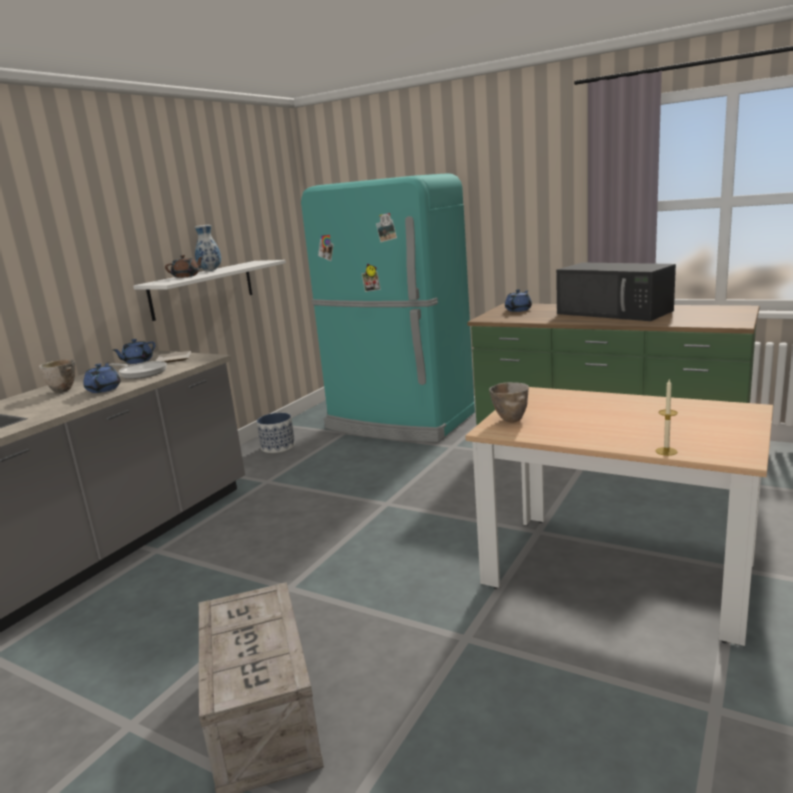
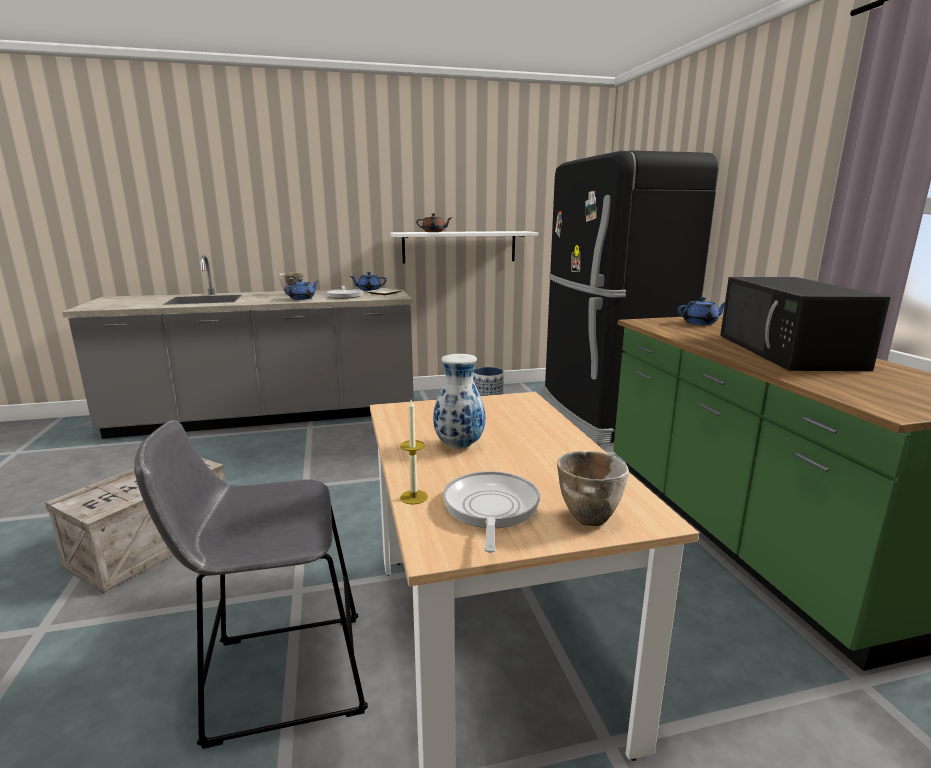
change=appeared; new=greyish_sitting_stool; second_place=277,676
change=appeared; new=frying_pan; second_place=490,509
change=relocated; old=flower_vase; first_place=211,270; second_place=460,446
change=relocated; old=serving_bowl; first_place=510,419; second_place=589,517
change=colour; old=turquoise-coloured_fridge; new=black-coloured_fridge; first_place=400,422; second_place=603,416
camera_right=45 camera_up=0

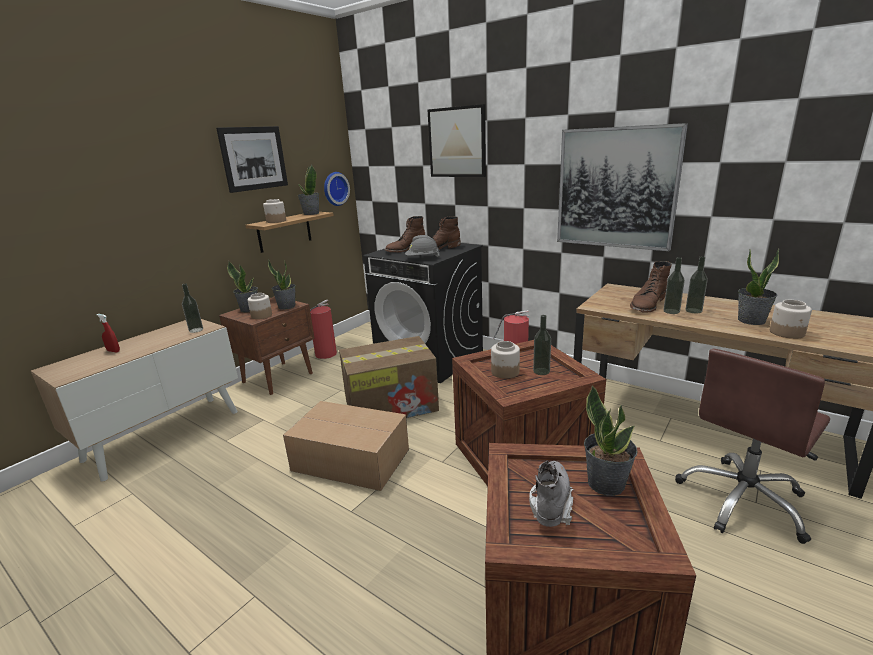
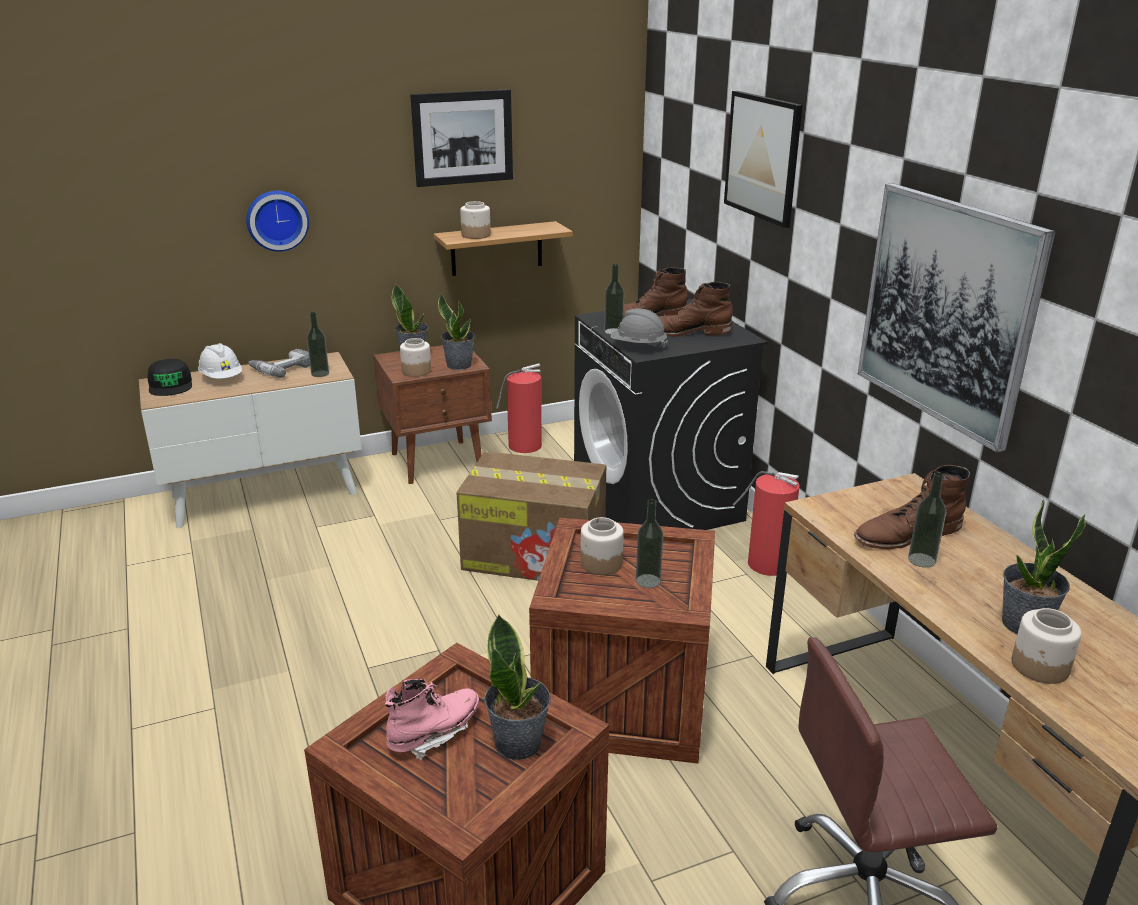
change=missing; old=cardboard_box; first_place=349,459
change=missing; old=plant_in_a_pot; first_place=311,213
change=appeared; new=black-coloured_cap; second_place=171,385
change=appeared; new=power_drill; second_place=281,368
change=relocated; old=wall_clock; first_place=334,189; second_place=277,220
change=relocated; old=drink_bottle; first_place=693,310; second_place=613,331
change=exchanged; old=red-coloured_spray_bottle; new=whitish_work_helmet; first_place=113,351; second_place=222,378
change=colour; old=greyish_tall_boot; new=pinkish_tall_boot; first_place=551,504; second_place=434,734
camera_right=30 camera_up=5

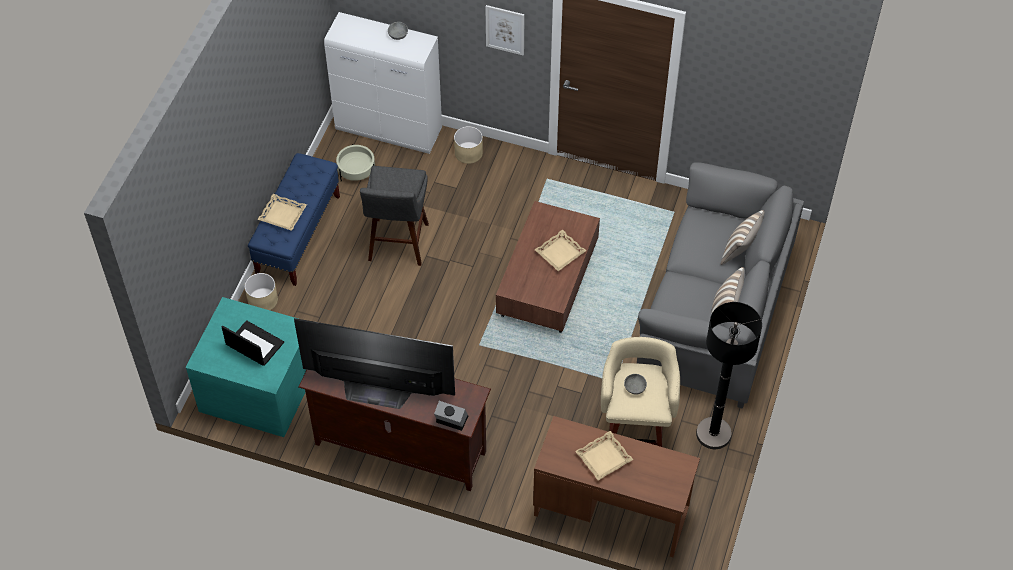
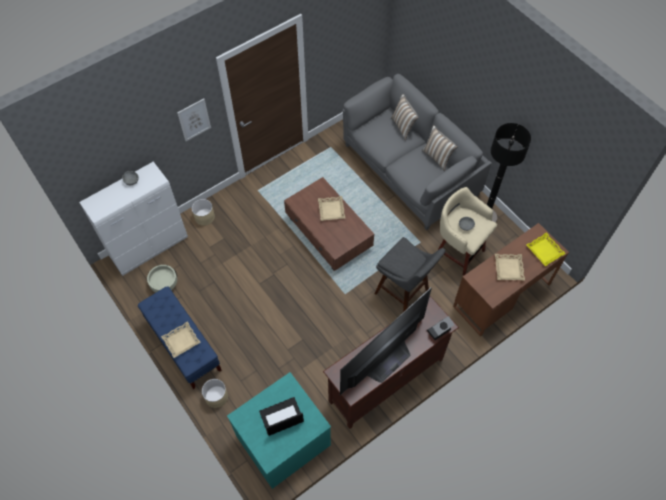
change=appeared; new=yellow-coloured_tray; second_place=544,251
change=relocated; old=greyish_sitting_stool; first_place=398,245; second_place=404,293
camera_right=-55 camera_up=5

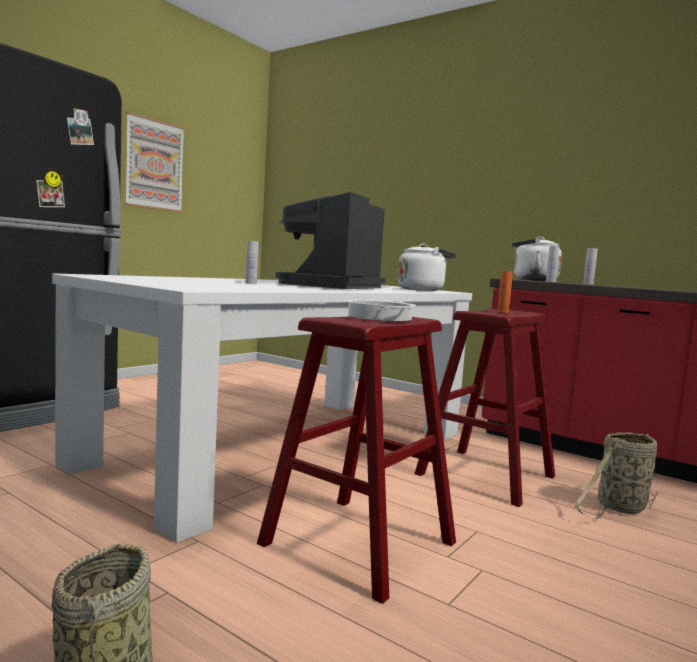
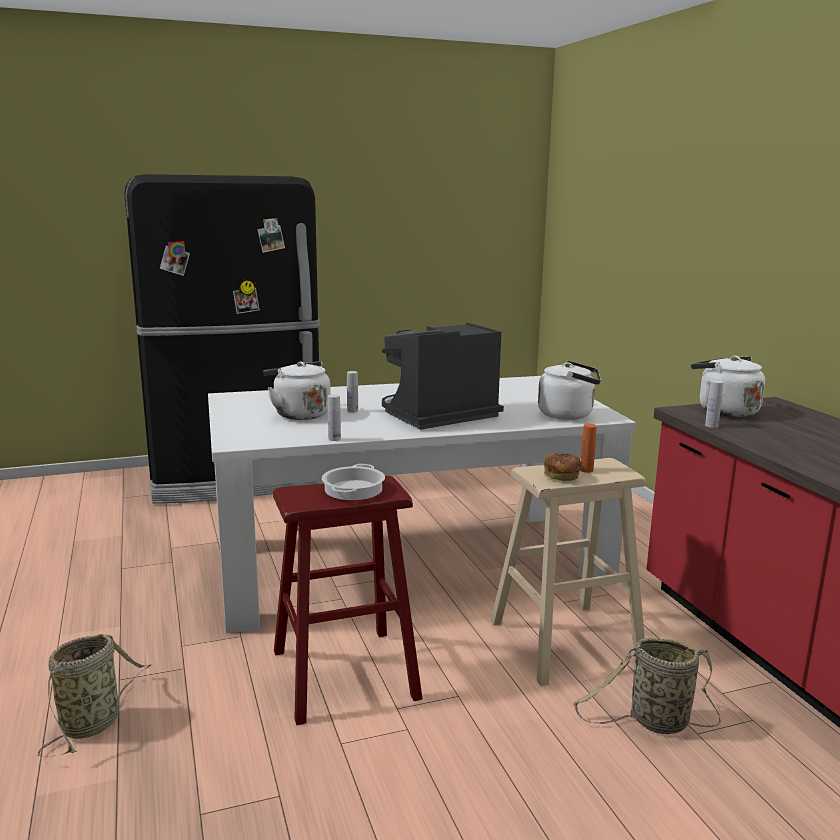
change=missing; old=wall_picture; first_place=154,165
change=appeared; new=whitish_water_kettle; second_place=299,414
change=appeared; new=baked_bread; second_place=562,476
change=relocated; old=whitish_drink_bottle; first_place=588,284; second_place=334,439
change=colour; old=red-coloured_sitting_stool; new=beige_sitting_stool; first_place=485,475; second_place=564,642
camera_right=35 camera_up=10

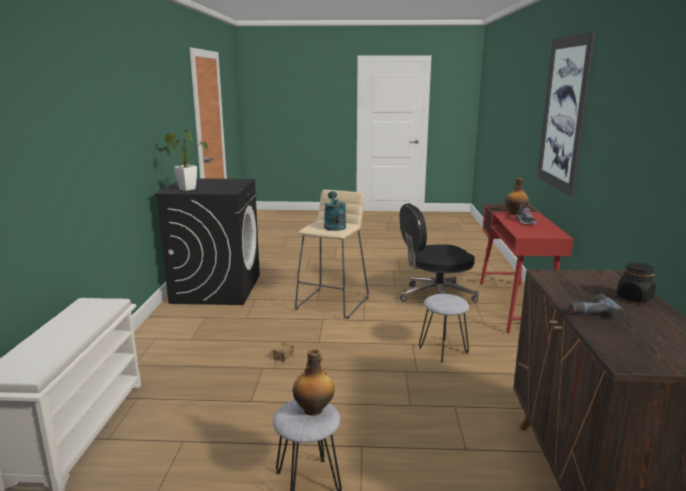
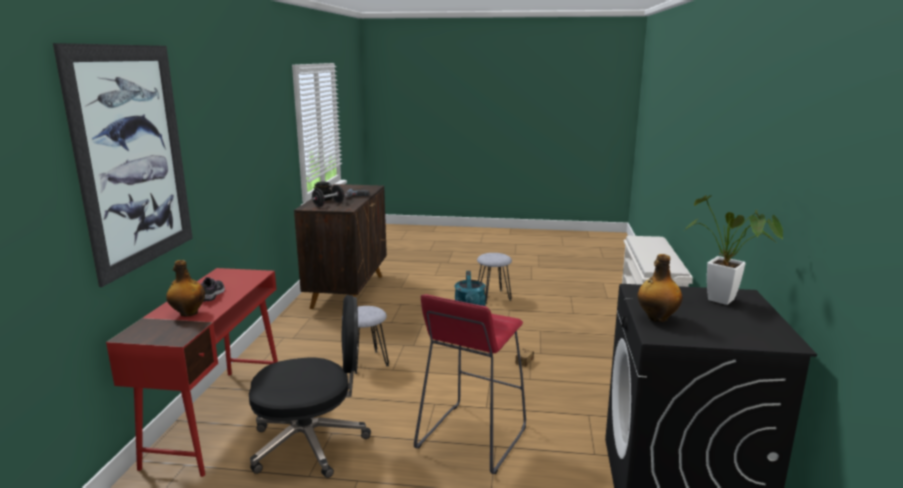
change=appeared; new=black-coloured_hand_weight; second_place=328,204
change=relocated; old=drink_bottle; first_place=314,410; second_place=656,318
change=colour; old=beige_sitting_stool; new=red-coloured_sitting_stool; first_place=333,303; second_place=471,438
camera_right=-175 camera_up=0

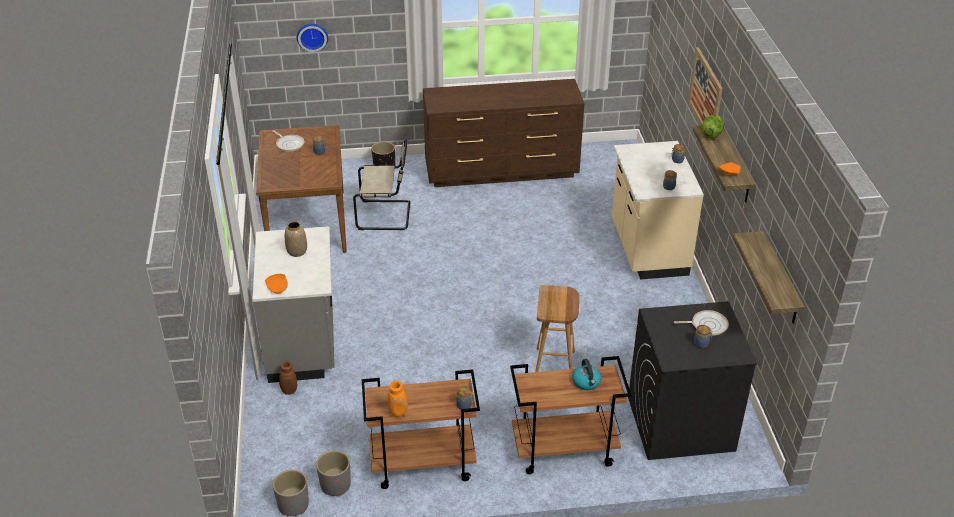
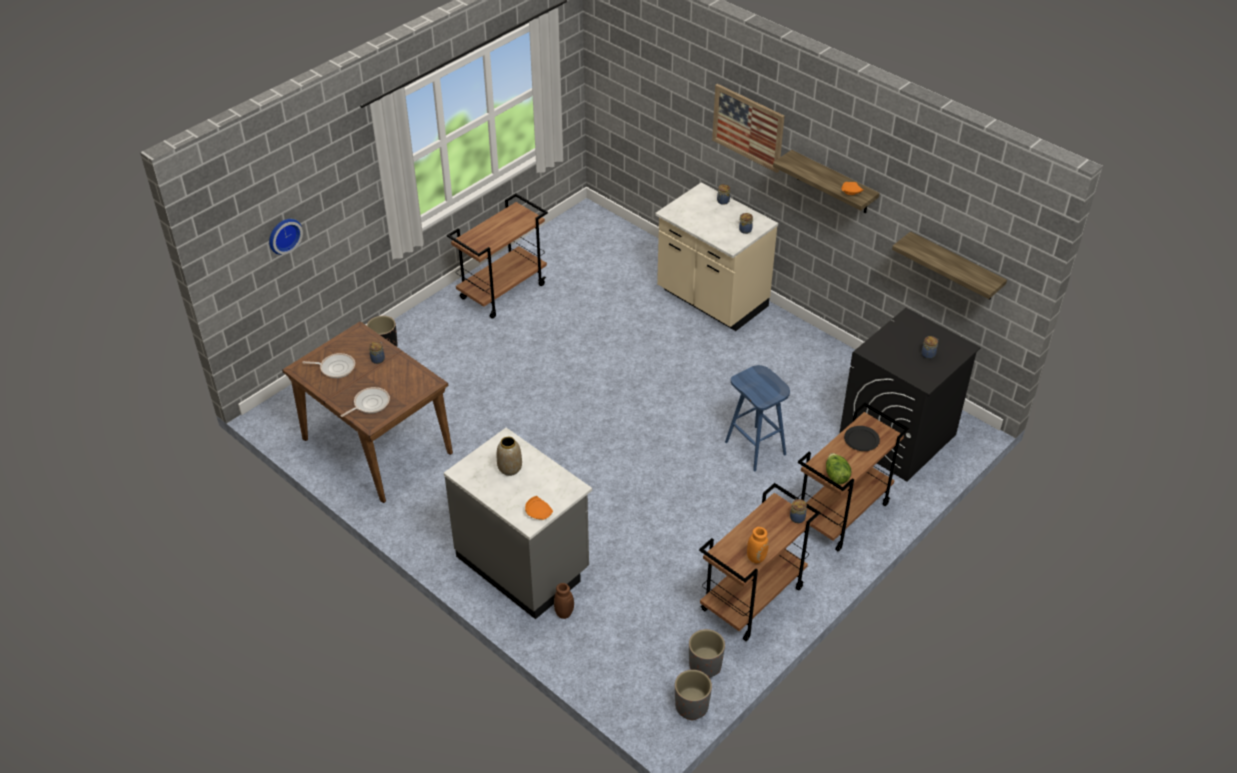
change=missing; old=beige_chair; first_place=386,215
change=relocated; old=frying_pan; first_place=707,325; second_place=369,404
change=relocated; old=head_of_lettuce; first_place=711,134; second_place=836,476
change=exchanged; old=brownish_drawer_chest; new=brownish_wheeled_cart; first_place=502,171; second_place=503,291
change=exchanged; old=water_kettle; new=black-coloured_flat_dish; first_place=586,382; second_place=861,439
change=colour; old=brownish_sitting_stool; new=bluish_sitting_stool; first_place=555,366; second_place=756,448
camera_right=-40 camera_up=5

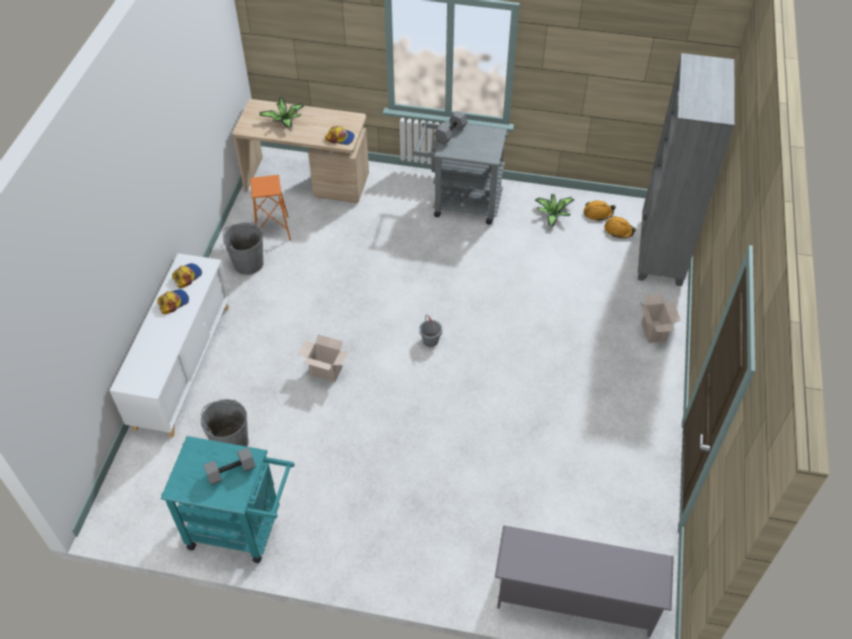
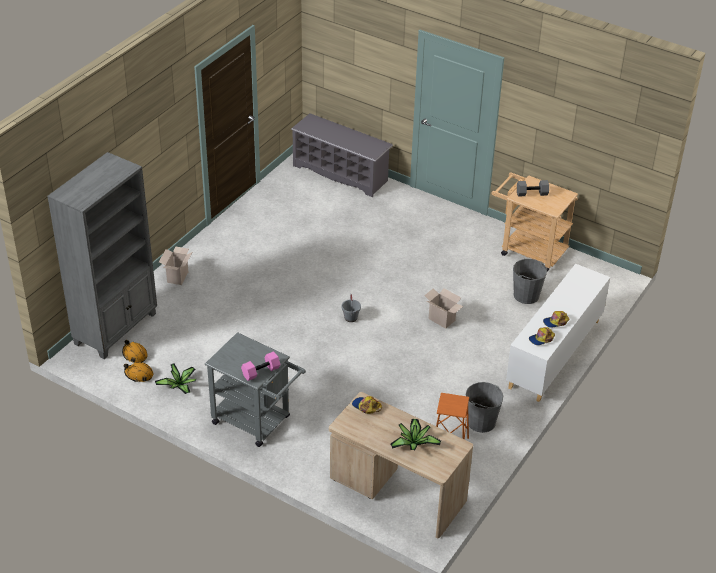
change=colour; old=turquoise-coloured_wheeled_cart; new=beige_wheeled_cart; first_place=242,528; second_place=528,250
change=colour; old=greyish_hand_weight; new=pinkish_hand_weight; first_place=451,134; second_place=261,371
camera_right=-160 camera_up=-10

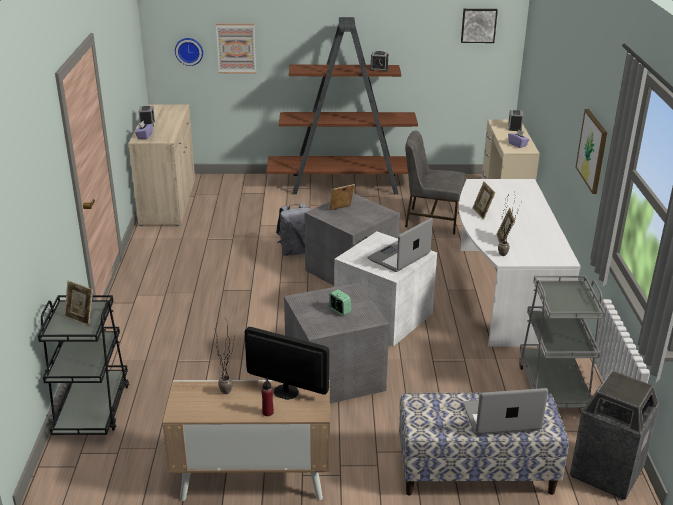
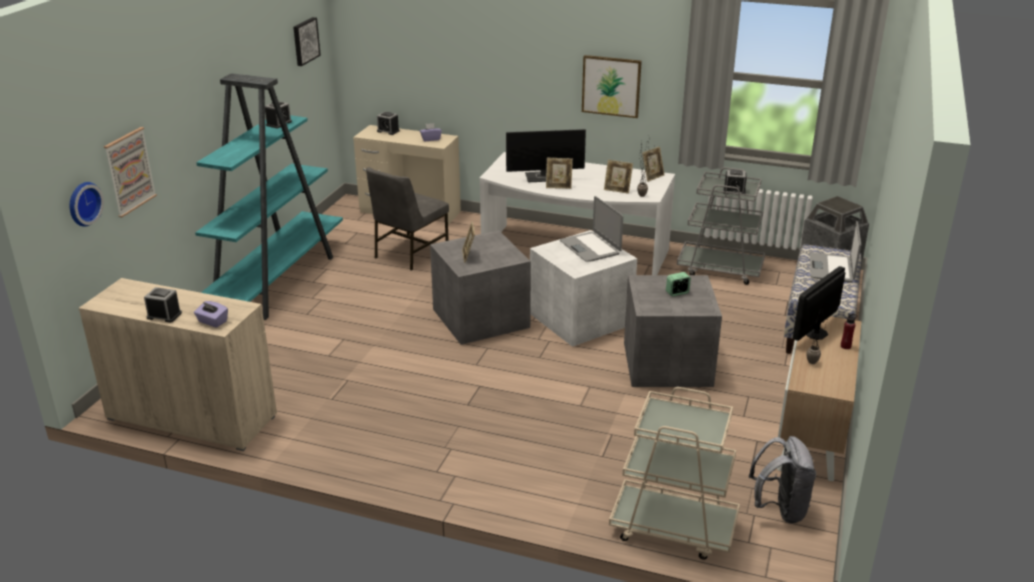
change=appeared; new=computer_screen; second_place=545,177
change=appeared; new=table_clock; second_place=734,191
change=relocated; old=picture_frame; first_place=80,318; second_place=652,177
change=relocated; old=greyish_knapsack; first_place=295,251; second_place=780,509
change=colour; old=black-coloured_wheeled_cart; new=beige_wheeled_cart; first_place=92,409; second_place=672,528
change=colour; old=brownish_shelving_unit; new=turquoise-coloured_shelving_unit; first_place=346,184; second_place=276,281
camera_right=-70 camera_up=0

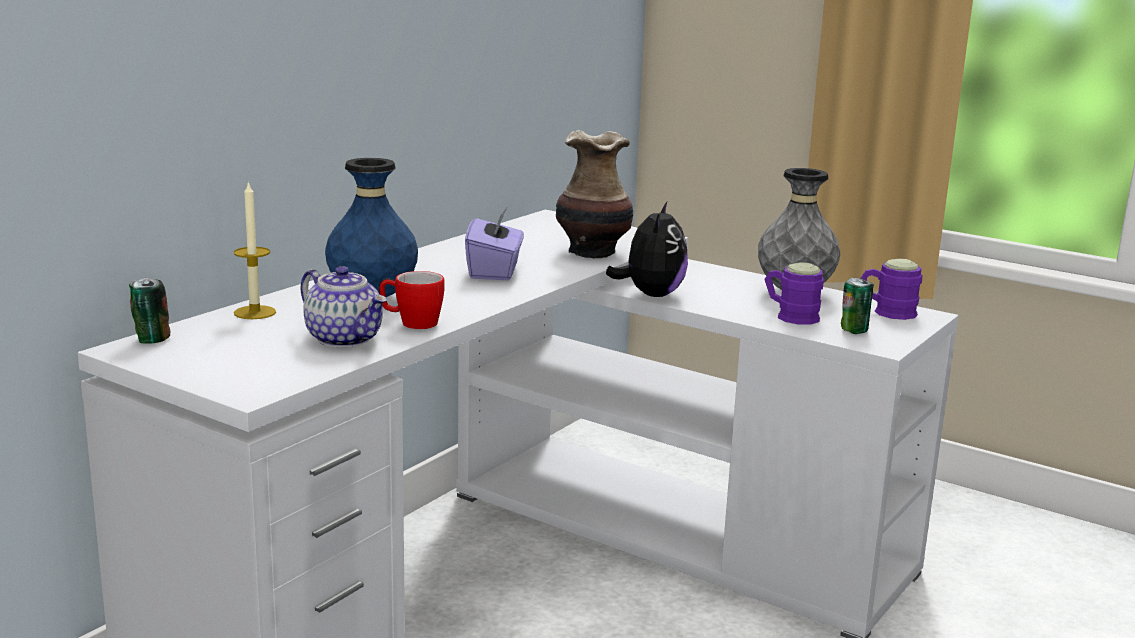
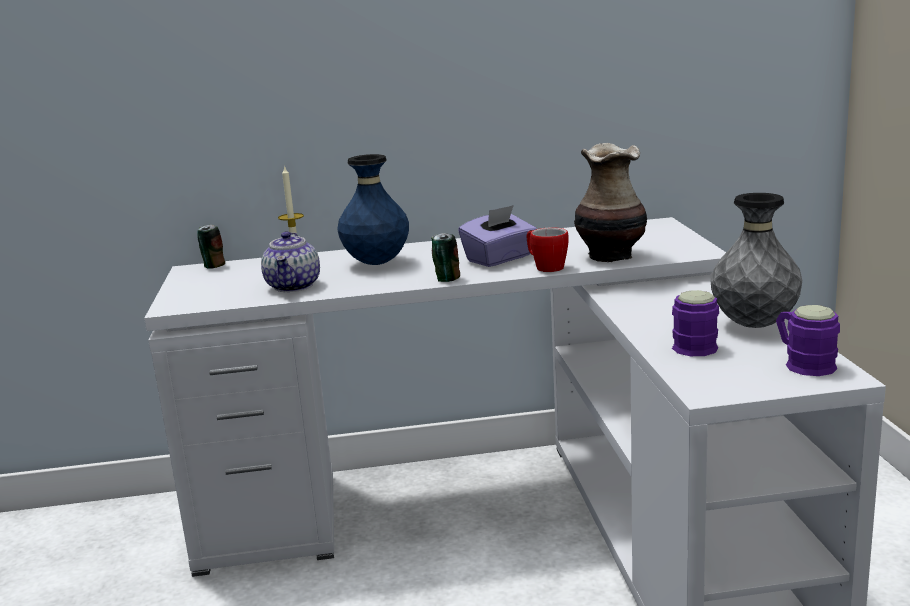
change=missing; old=cuddly_toy; first_place=651,294
change=relocated; old=tea_mug; first_place=411,323; second_place=545,267
change=relocated; old=metal_can; first_place=853,330; second_place=446,279
camera_right=50 camera_up=0

